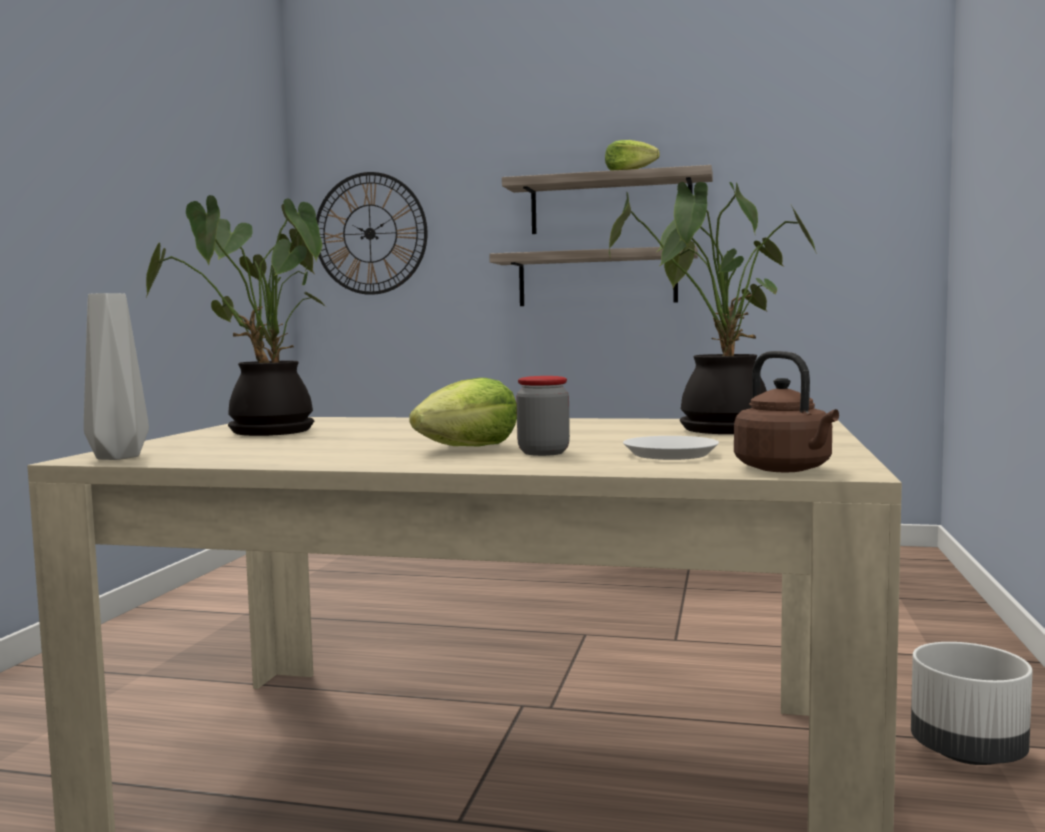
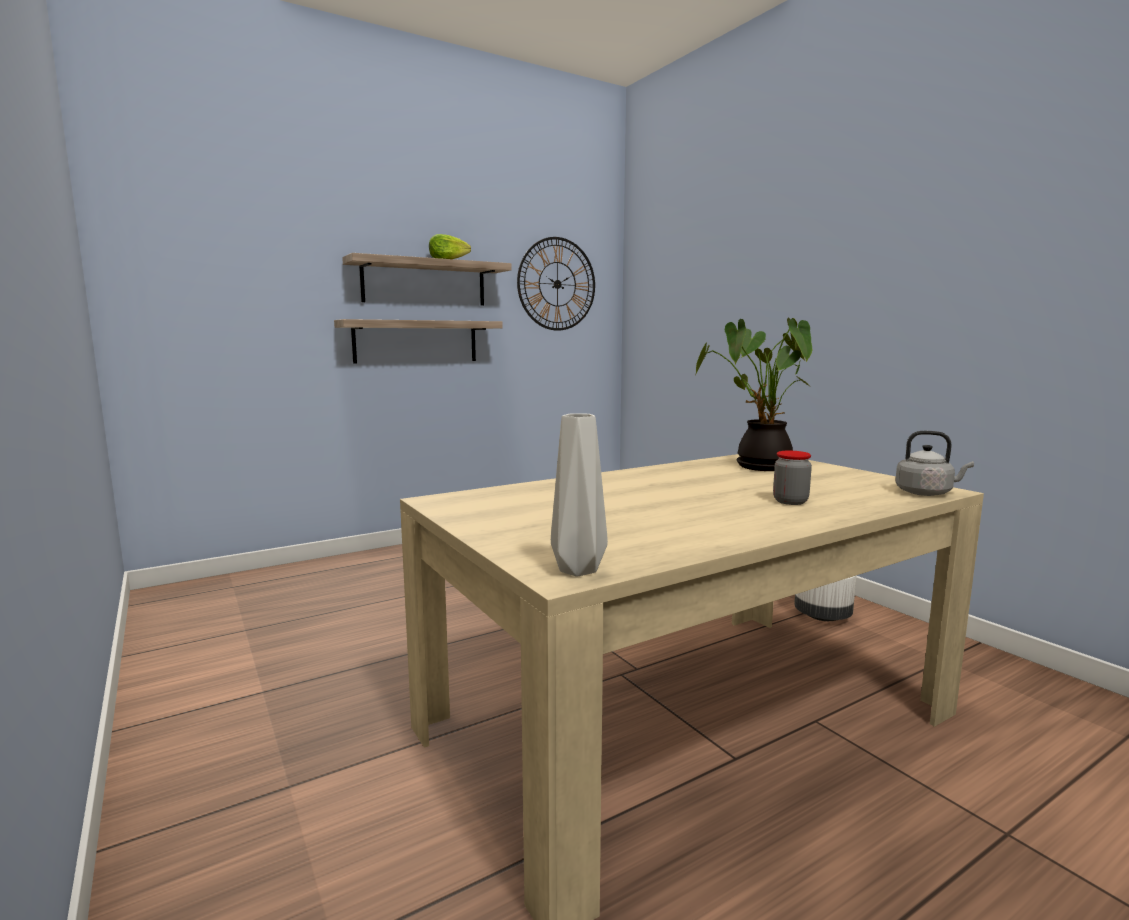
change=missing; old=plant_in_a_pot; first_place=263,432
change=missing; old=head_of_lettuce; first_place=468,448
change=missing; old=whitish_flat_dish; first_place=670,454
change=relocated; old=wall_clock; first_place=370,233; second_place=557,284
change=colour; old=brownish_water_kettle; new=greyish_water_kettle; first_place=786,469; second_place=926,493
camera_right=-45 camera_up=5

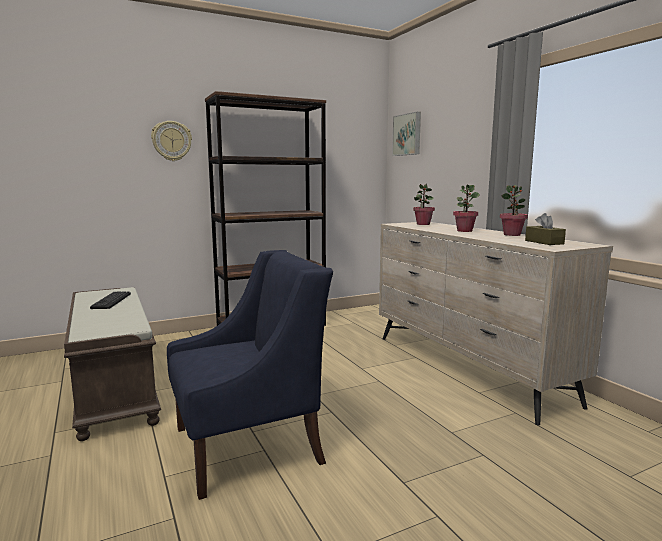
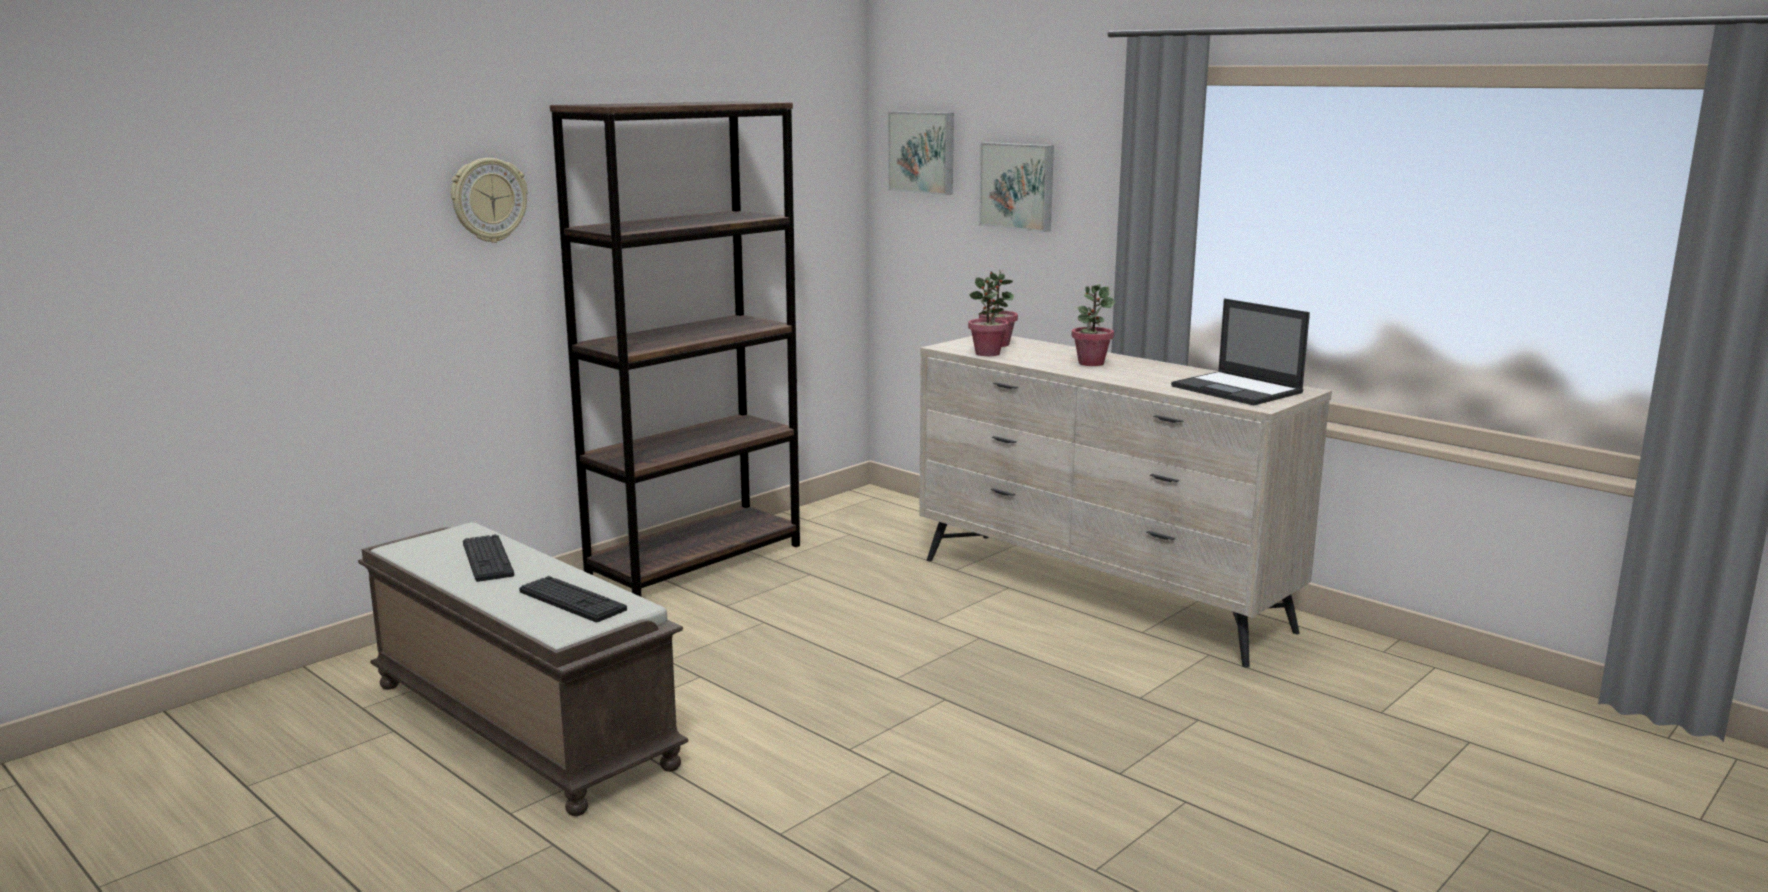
change=missing; old=bluish_easy_chair; first_place=249,444
change=appeared; new=PC_keyboard; second_place=572,600
change=appeared; new=wall_picture; second_place=1018,186
change=relocated; old=plant_in_a_pot; first_place=512,235; second_place=987,353
change=exchanged; old=brownish_tissue_holder; new=notebook_computer; first_place=544,242; second_place=1238,390
camera_right=-20 camera_up=5

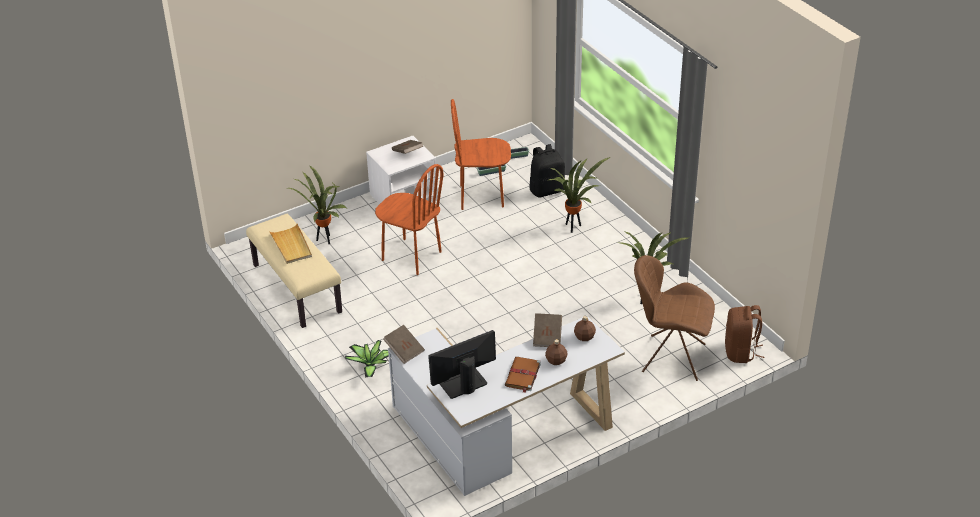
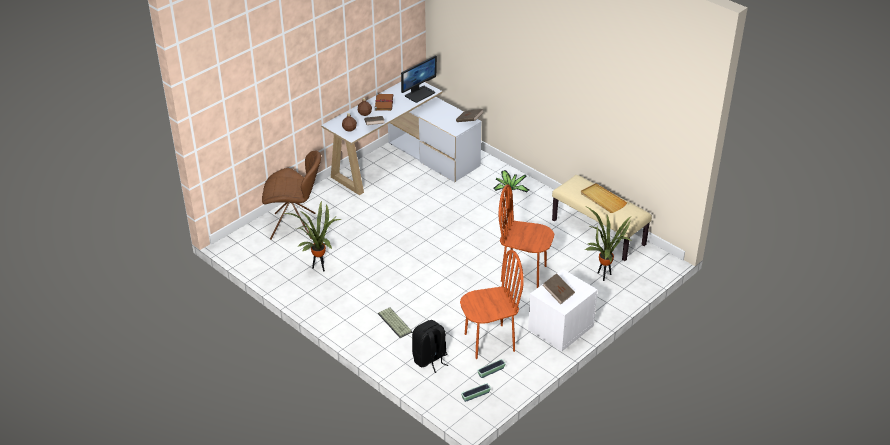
change=missing; old=brownish_knapsack; first_place=740,352
change=exchanged; old=plant_in_a_pot; new=PC_keyboard; first_place=573,227; second_place=394,323
camera_right=165 camera_up=0

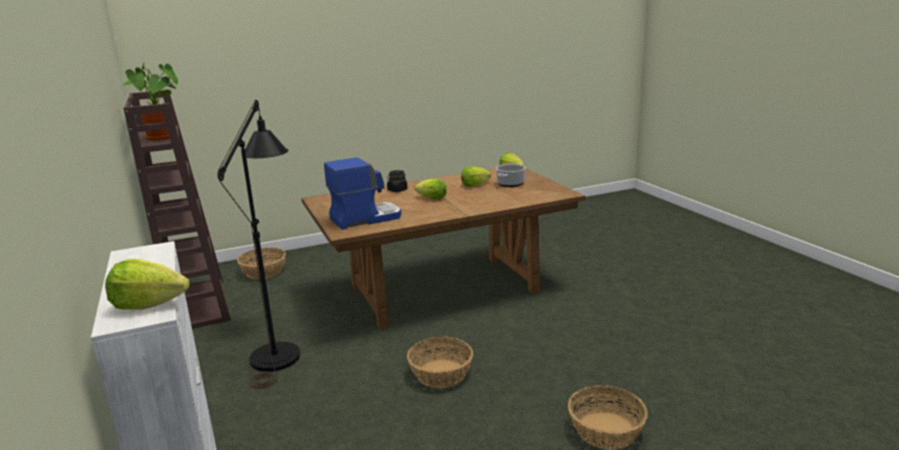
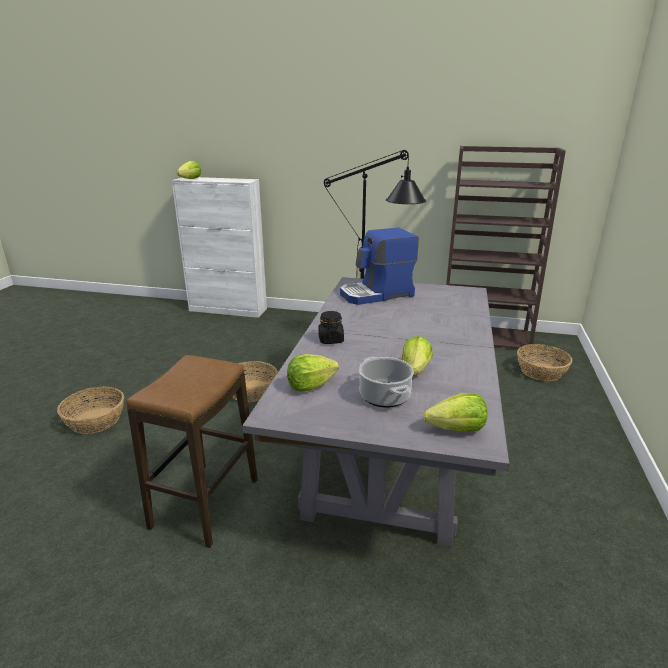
change=missing; old=plant_in_a_pot; first_place=162,138
change=appeared; new=sitting_stool; second_place=205,503
change=relocated; old=black-coloured_jar; first_place=397,190; second_place=330,340
change=relocated; old=head_of_lettuce; first_place=431,199; second_place=310,385
change=colour; old=brownish_dinner_table; new=greyish_dinner_table; first_place=445,289; second_place=390,453
change=spun; old=coffee_machine; first_place=365,218; second_place=377,294; degrees=60
camera_right=125 camera_up=5

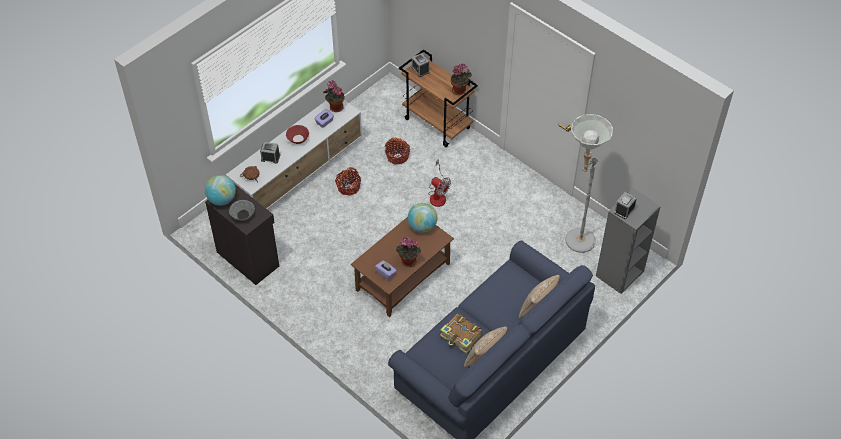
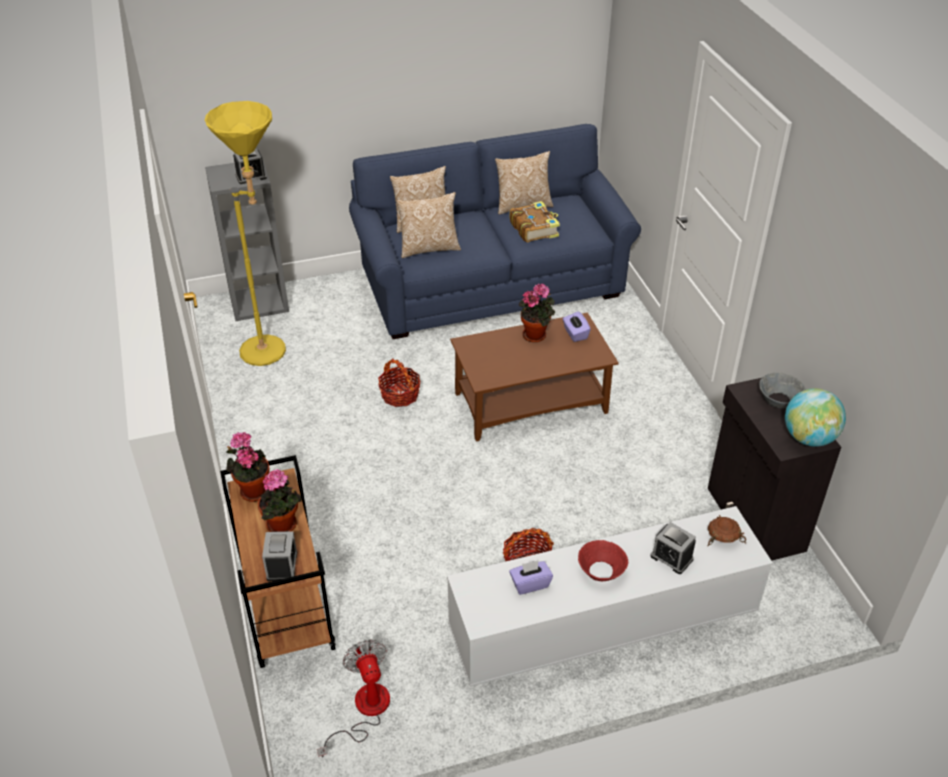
change=missing; old=world_globe; first_place=422,226
change=appeared; new=pillow; second_place=429,248
change=relocated; old=plant_in_a_pot; first_place=335,107; second_place=284,526
change=relocated; old=household_basket; first_place=397,156; second_place=400,395
change=relocated; old=cooling_fan; first_place=438,195; second_place=364,711
change=colour; old=greyish_floor_lamp; new=yellow-coloured_floor_lamp; first_place=574,243; second_place=273,351
camera_right=-150 camera_up=-10

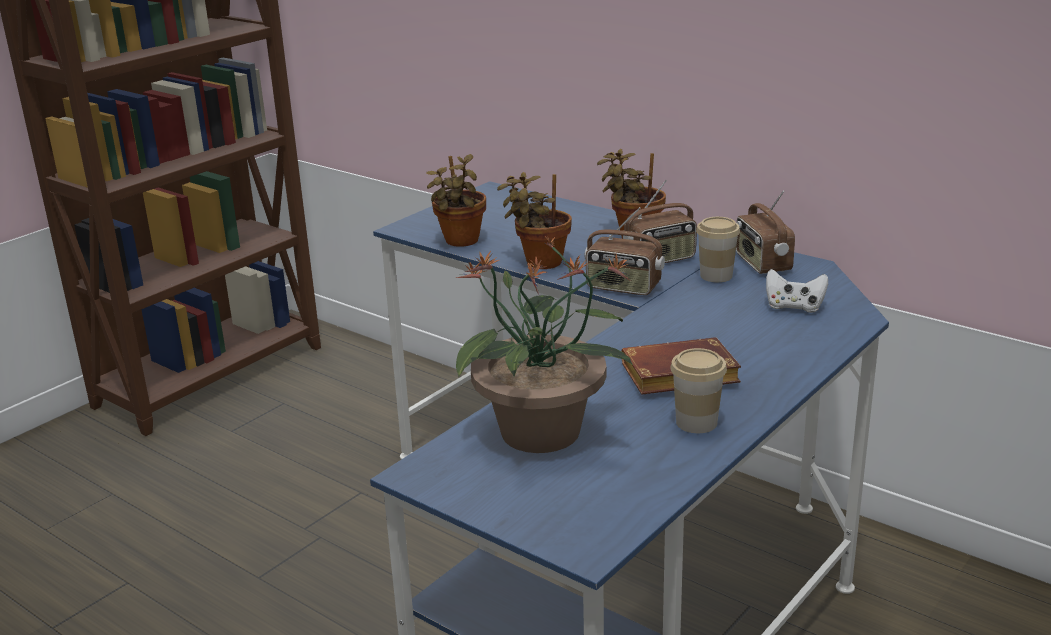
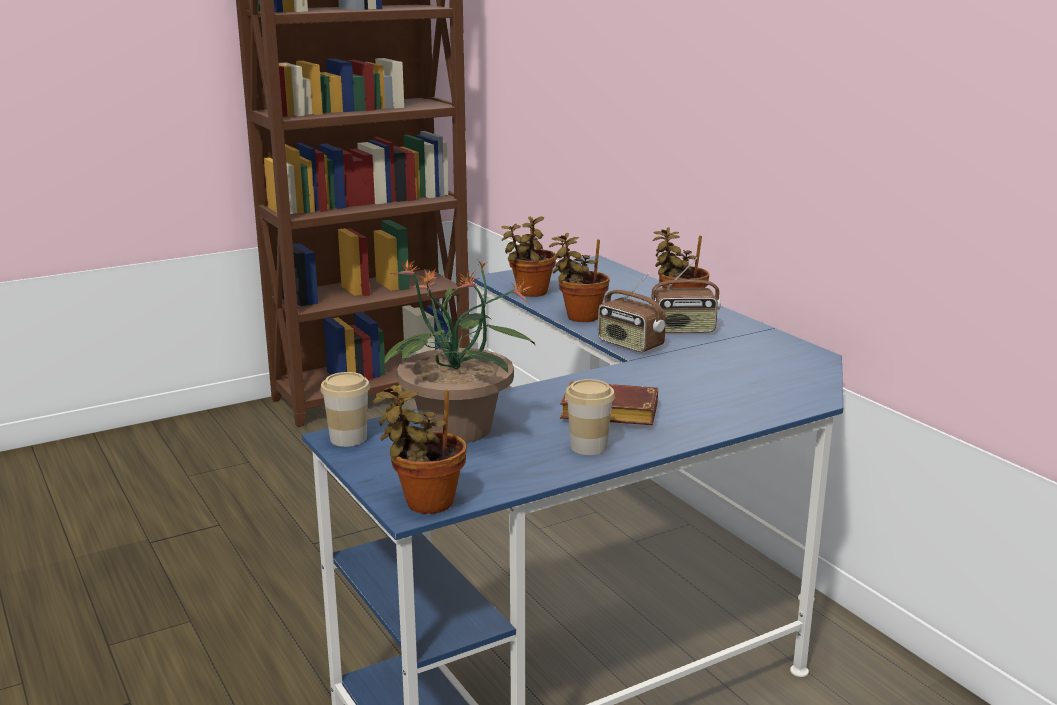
change=missing; old=radio_set; first_place=762,263
change=missing; old=whitish_gamepad; first_place=794,307
change=appeared; new=plant_in_a_pot; second_place=424,502
change=relocated; old=drinking_cup; first_place=716,275; second_place=348,438
camera_right=20 camera_up=-5

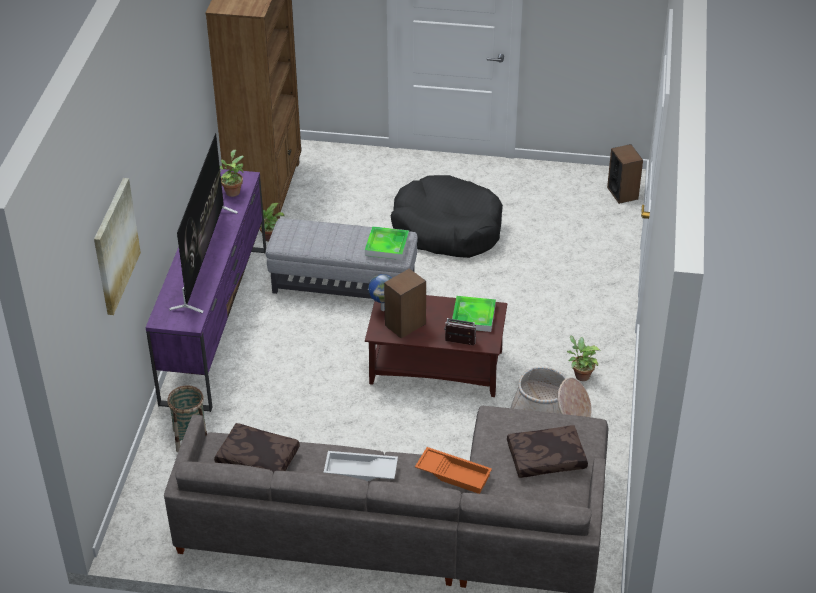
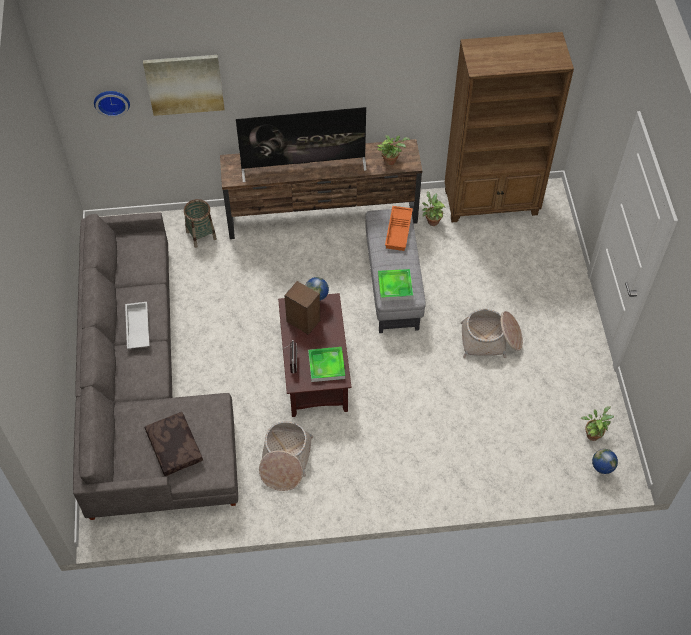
change=missing; old=brownish_pillow; first_place=256,459
change=appeared; new=wall_clock; second_place=111,101
change=relocated; old=orangey_tray; first_place=454,473; second_place=399,231
change=relocated; old=plant_in_a_pot; first_place=580,375; second_place=593,433
change=exchanged; old=black-coloured_dog_bed; new=household_basket; first_place=447,228; second_place=491,340
change=exchanged; old=loudspeaker; new=world_globe; first_place=622,193; second_place=600,472
change=colour; old=purple_tv_unit; new=brownish_tv_unit; first_place=216,323; second_place=323,215
camera_right=75 camera_up=15

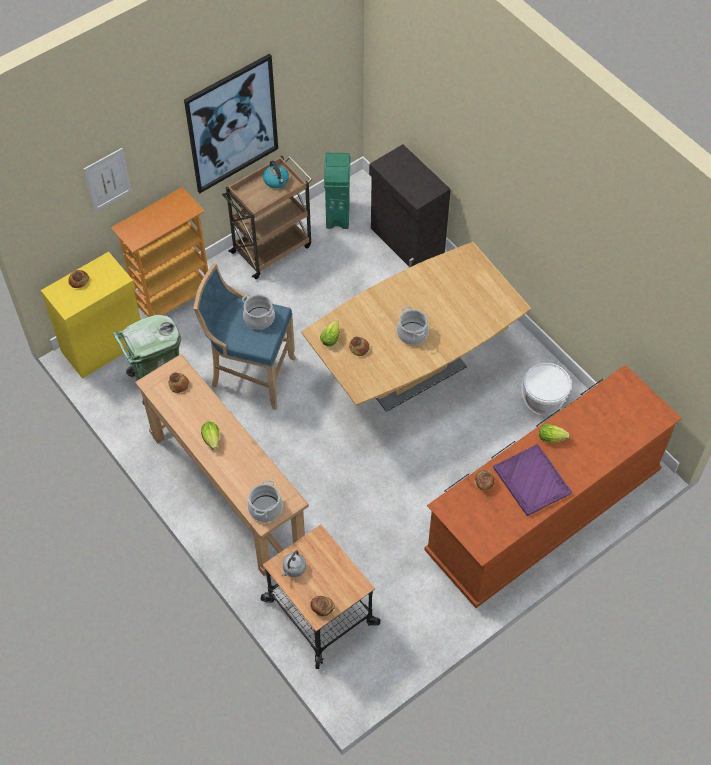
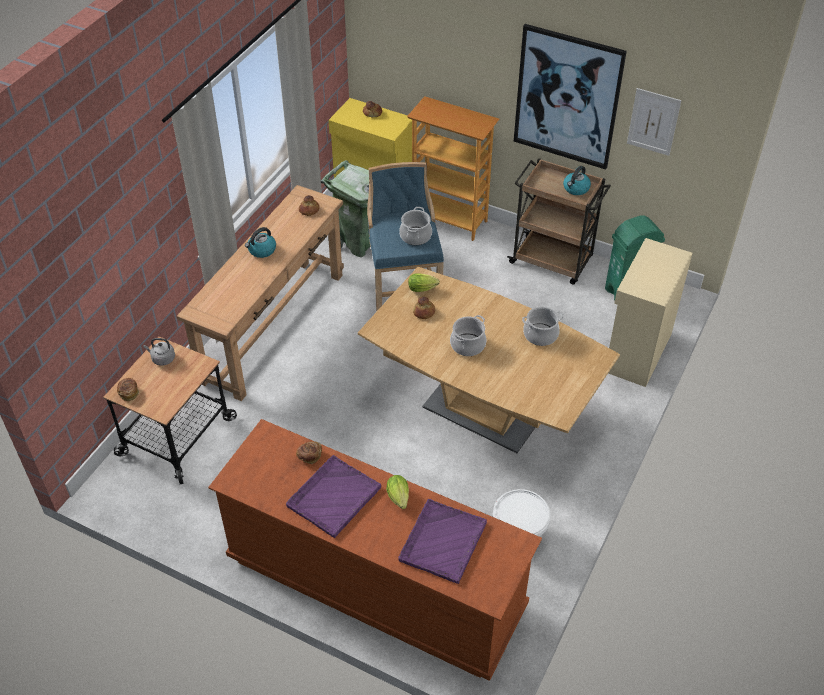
change=appeared; new=purple_tray; second_place=442,542
change=relocated; old=wall_picture; first_place=108,180; second_place=653,122
change=relocated; old=stockpot; first_place=265,508; second_place=540,334
change=exchanged; old=head_of_lettuce; new=water_kettle; first_place=212,441; second_place=261,250
change=colour; old=black-coloured_cabinet; new=beige_cabinet; first_place=406,242; second_place=636,352
camera_right=65 camera_up=-10

